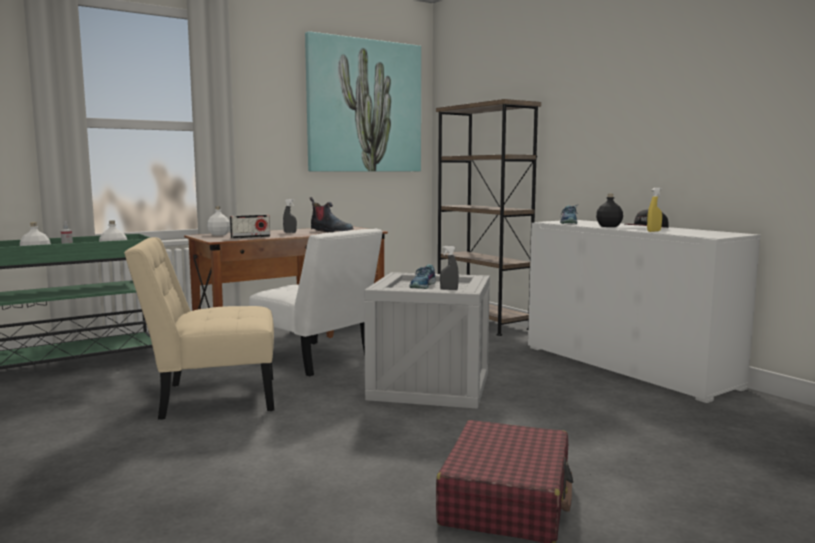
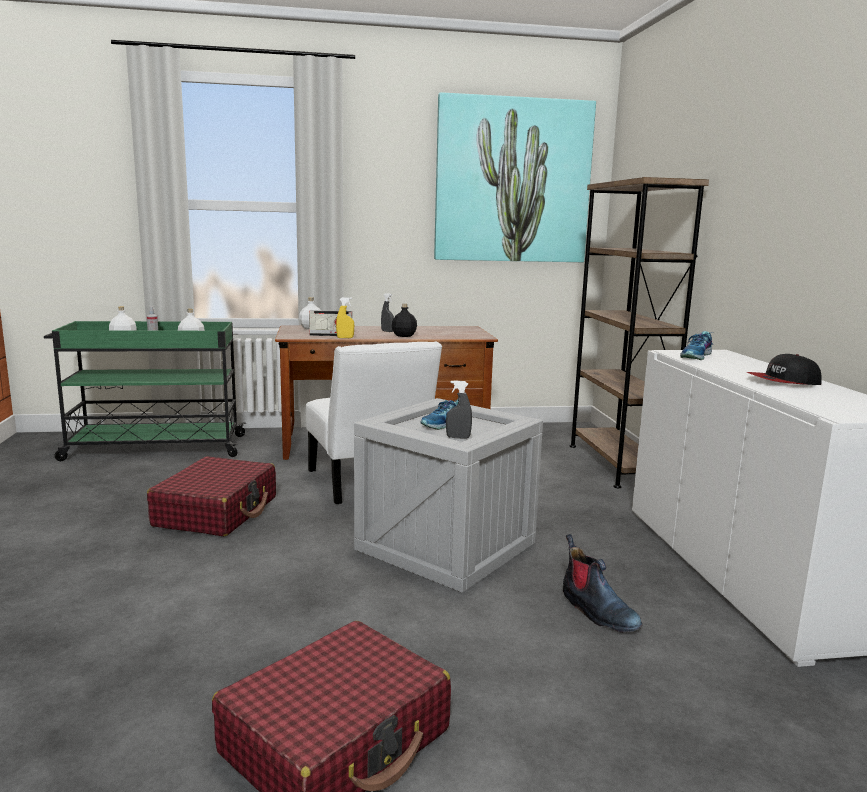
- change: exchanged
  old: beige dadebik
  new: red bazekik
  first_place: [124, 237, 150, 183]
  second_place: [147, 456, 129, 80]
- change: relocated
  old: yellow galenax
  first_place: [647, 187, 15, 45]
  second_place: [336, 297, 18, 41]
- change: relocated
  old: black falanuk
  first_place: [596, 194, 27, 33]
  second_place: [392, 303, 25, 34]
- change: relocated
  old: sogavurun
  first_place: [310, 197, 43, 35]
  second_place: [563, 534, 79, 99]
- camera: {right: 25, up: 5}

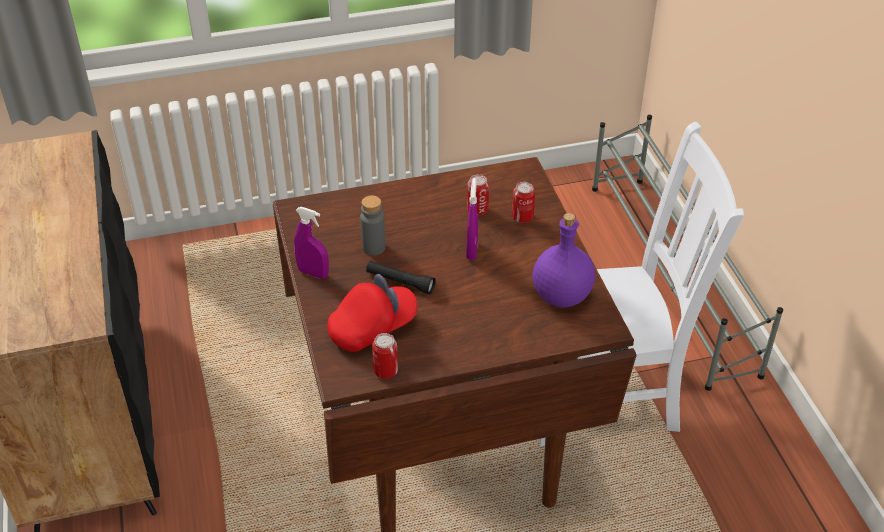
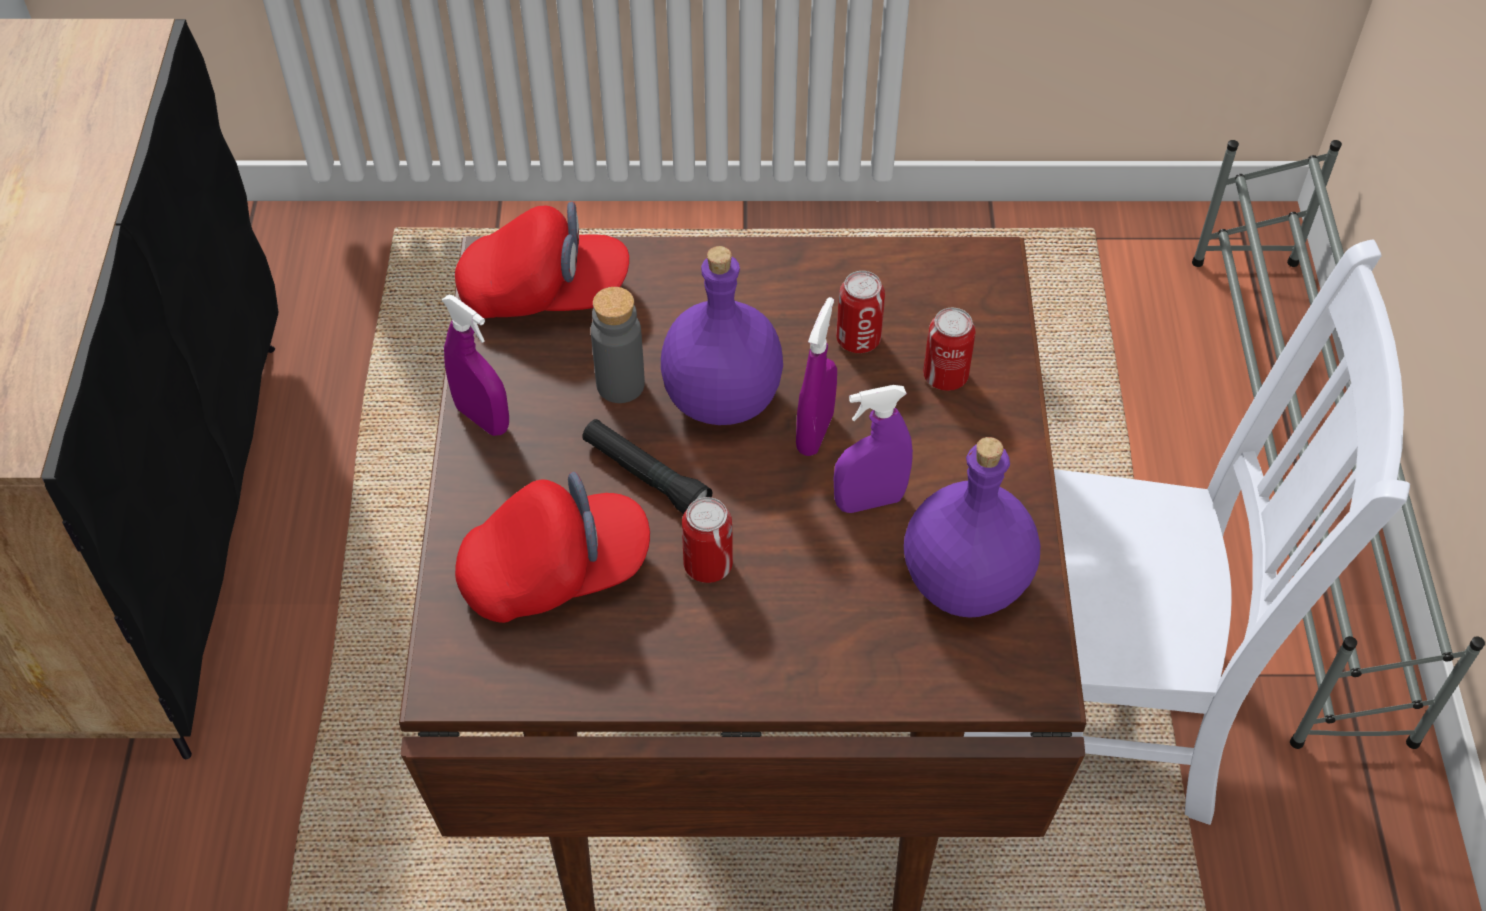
- change: appeared
  new: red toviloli
  second_place: [455, 202, 174, 116]
- change: appeared
  new: purple falanuk
  second_place: [661, 246, 122, 179]
- change: relocated
  old: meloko
  first_place: [372, 333, 26, 46]
  second_place: [682, 497, 51, 86]
- change: appeared
  new: purple galenax
  second_place: [833, 385, 80, 128]
- camera: {right: 15, up: 10}

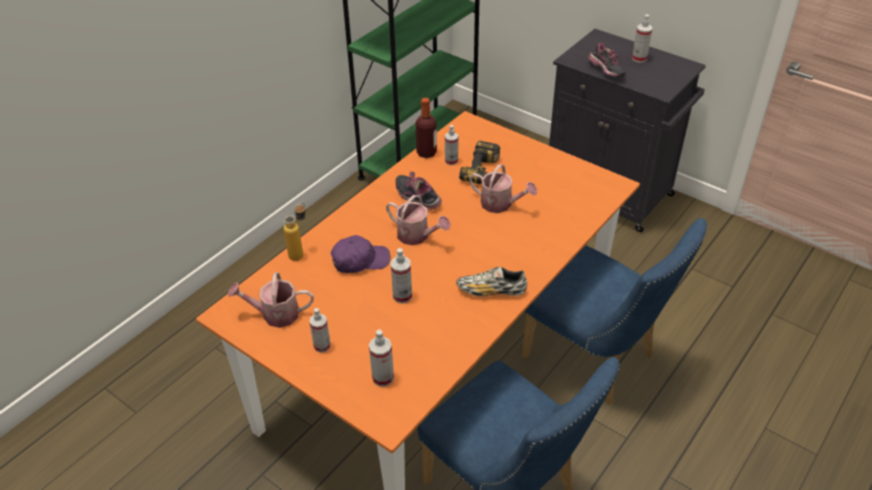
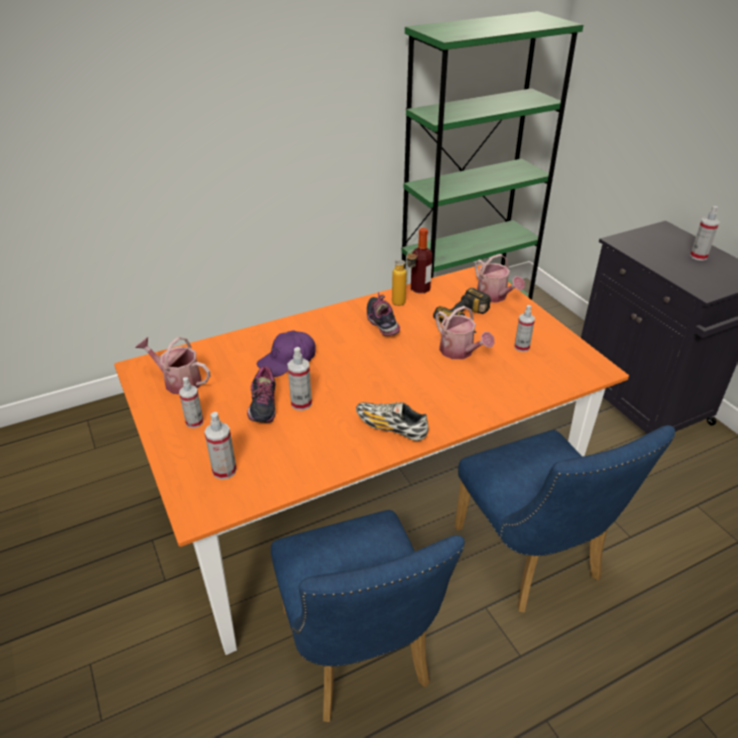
- change: relocated
  old: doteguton
  first_place: [588, 43, 38, 34]
  second_place: [247, 366, 29, 57]
- change: spun
  old: purple toviloli
  first_place: [331, 235, 59, 38]
  second_place: [256, 330, 59, 47]
  degrees: 135
- change: relocated
  old: falanuk
  first_place: [284, 203, 22, 58]
  second_place: [392, 250, 26, 56]
- change: relocated
  old: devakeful
  first_place: [386, 195, 65, 50]
  second_place: [475, 254, 50, 49]
- change: relocated
  old: galenax
  first_place: [445, 125, 13, 40]
  second_place: [515, 305, 20, 47]
- camera: {right: 25, up: -5}

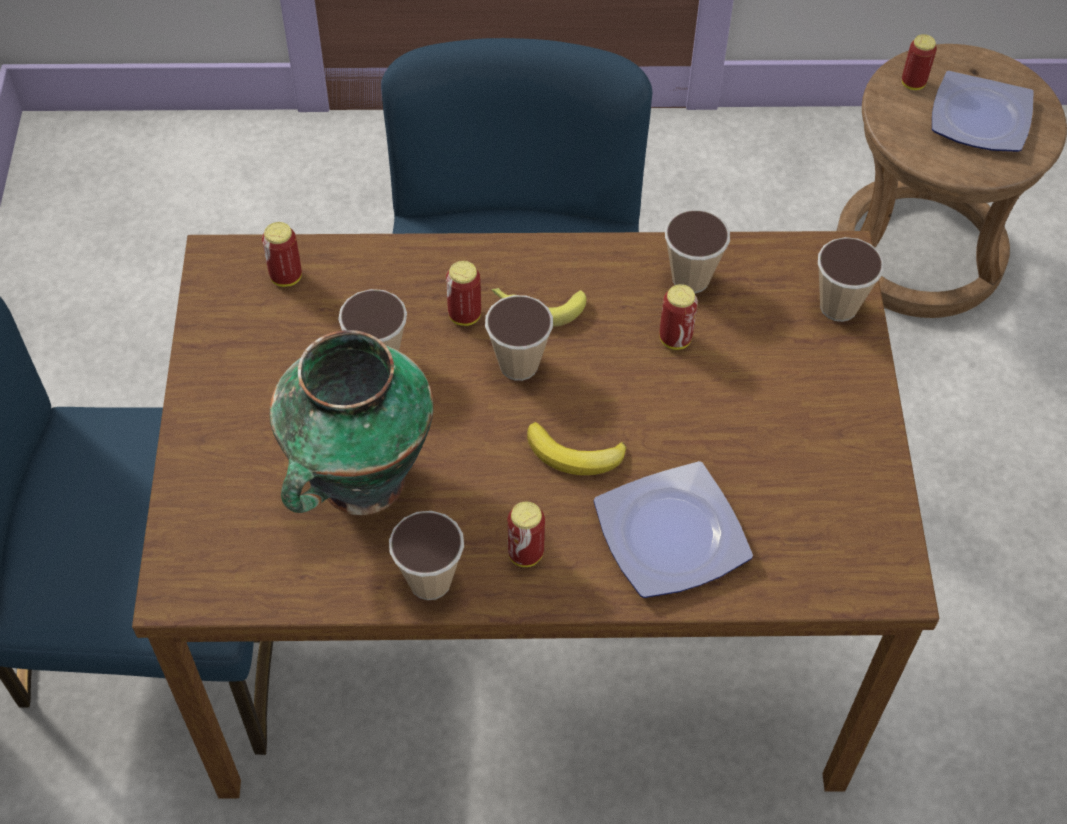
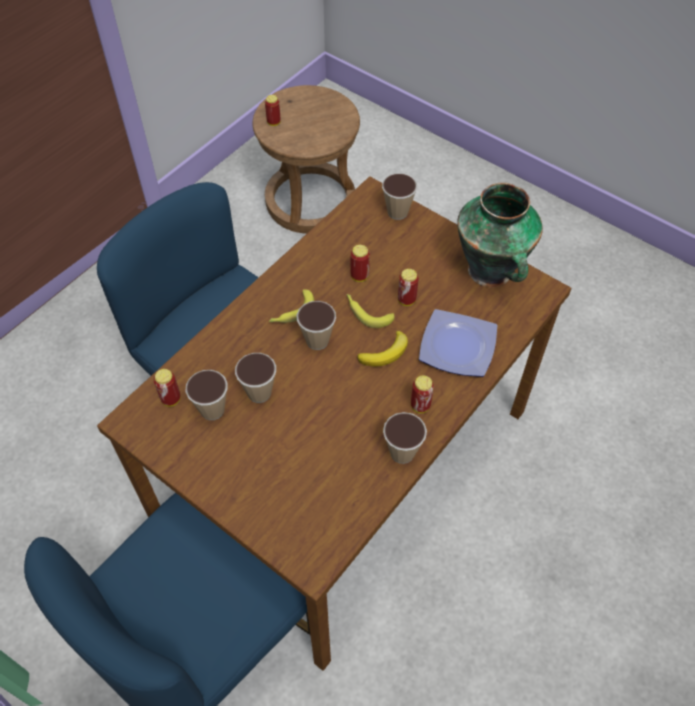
- change: relocated
  old: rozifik
  first_place: [665, 210, 65, 83]
  second_place: [185, 370, 43, 50]
- change: appeared
  new: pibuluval
  second_place: [346, 294, 49, 34]
- change: relocated
  old: meloko
  first_place: [446, 261, 35, 65]
  second_place: [398, 269, 21, 37]
- change: relocated
  old: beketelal
  first_place: [269, 330, 165, 185]
  second_place: [457, 183, 86, 104]
- change: missing
  old: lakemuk
  first_place: [932, 71, 102, 81]
- camera: {right: -50, up: 0}

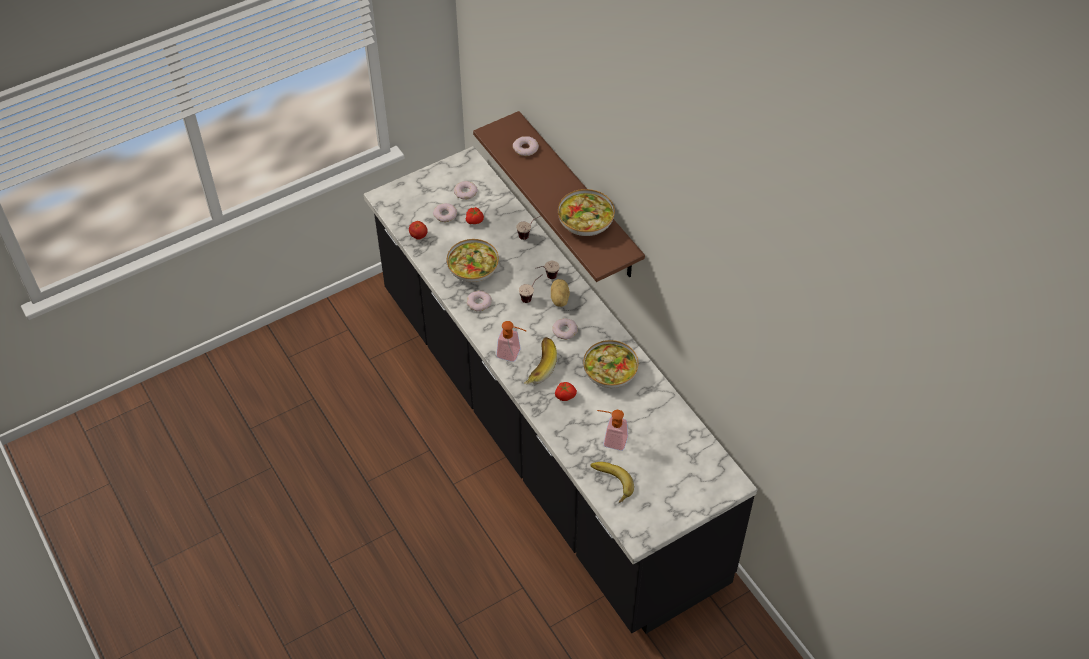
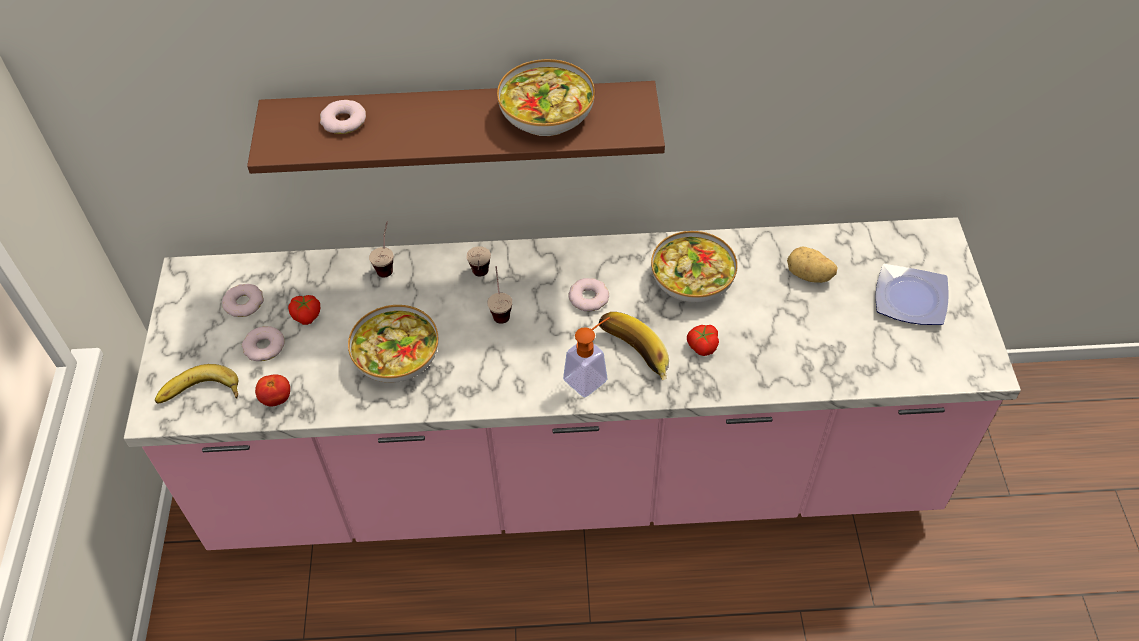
- change: colour
  old: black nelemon
  new: pink nelemon
  first_place: [364, 146, 393, 488]
  second_place: [124, 217, 897, 333]
- change: relocated
  old: pibuluval
  first_place: [590, 462, 44, 41]
  second_place: [155, 364, 83, 40]
- change: relocated
  old: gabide
  first_place: [551, 279, 19, 28]
  second_place: [787, 247, 51, 36]
- change: appeared
  new: lakemuk
  second_place: [875, 264, 74, 61]
- change: missing
  old: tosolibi
  first_place: [467, 290, 25, 21]
- change: missing
  old: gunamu
  first_place: [597, 410, 31, 41]
- camera: {right: -60, up: 0}

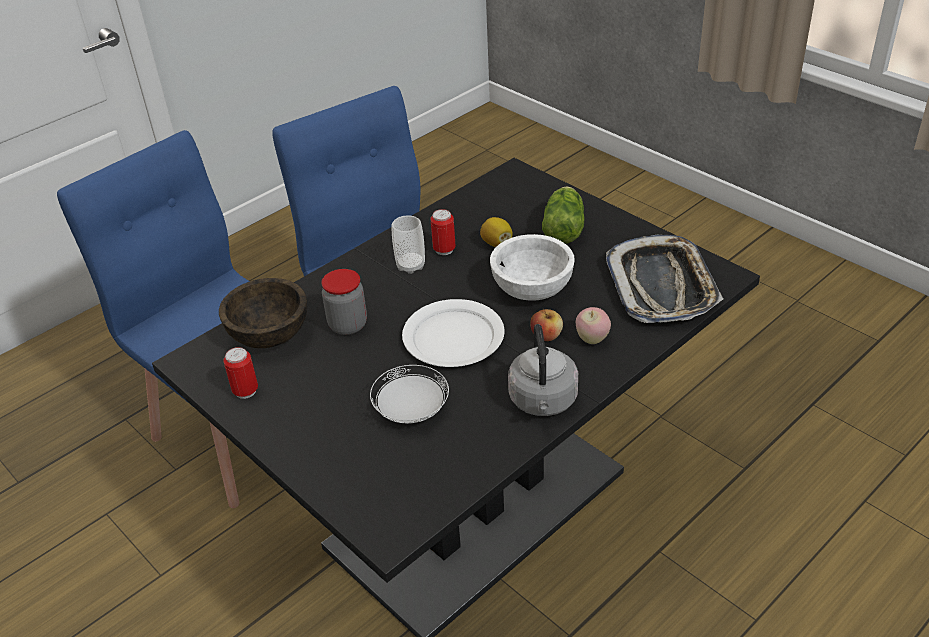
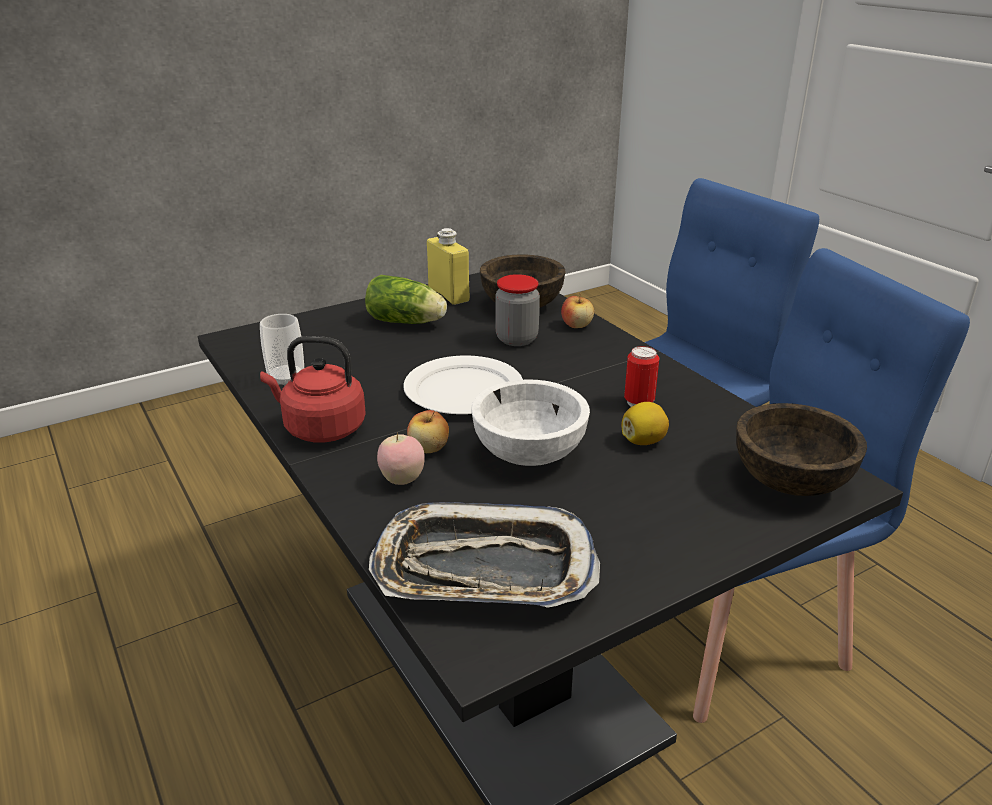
- change: relocated
  old: rozifik
  first_place: [392, 215, 33, 59]
  second_place: [260, 314, 44, 72]
- change: colour
  old: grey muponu
  new: red muponu
  first_place: [508, 324, 70, 92]
  second_place: [260, 336, 106, 107]
- change: relocated
  old: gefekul
  first_place: [542, 187, 43, 57]
  second_place: [365, 275, 82, 49]
- change: exchanged
  old: meloko
  new: yellow falanuk
  first_place: [223, 347, 35, 52]
  second_place: [427, 228, 43, 77]
- change: appeared
  new: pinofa
  second_place: [561, 296, 33, 32]
- change: appeared
  new: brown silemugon
  second_place: [736, 403, 131, 93]
- change: missing
  old: white lakemuk
  first_place: [370, 365, 79, 58]
- camera: {right: 100, up: -10}

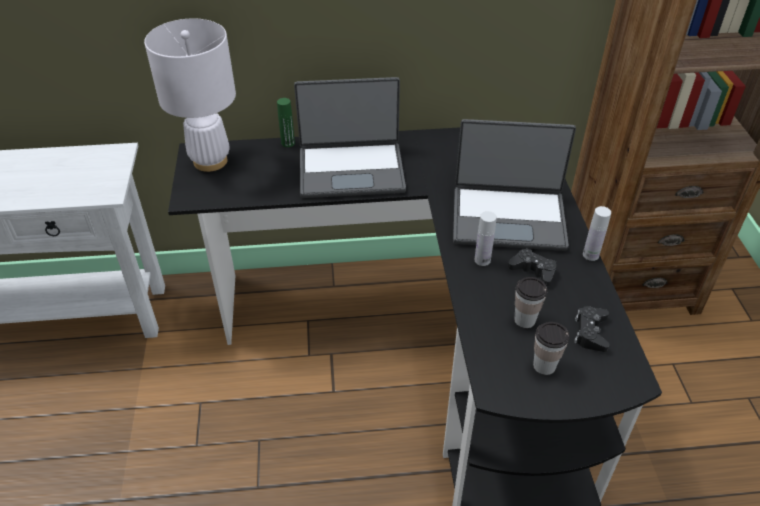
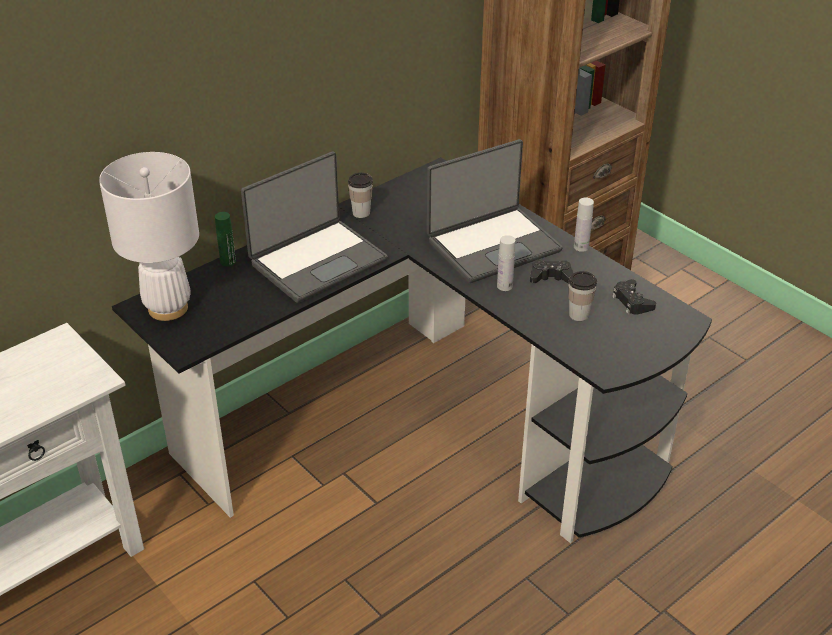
- change: relocated
  old: rozifik
  first_place: [533, 322, 37, 53]
  second_place: [348, 173, 25, 45]
- camera: {right: -35, up: -5}

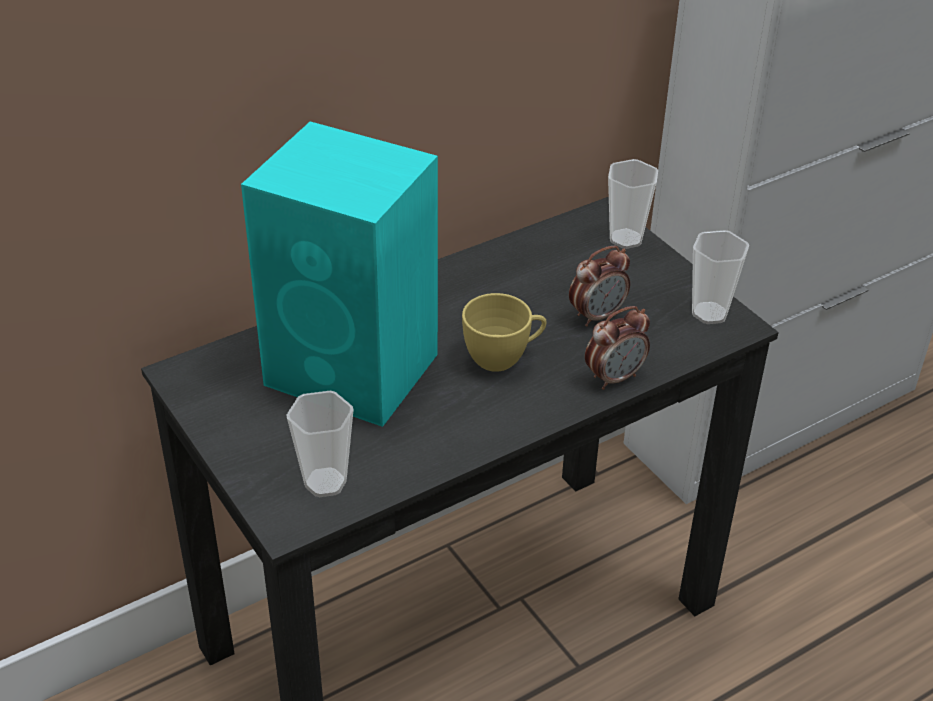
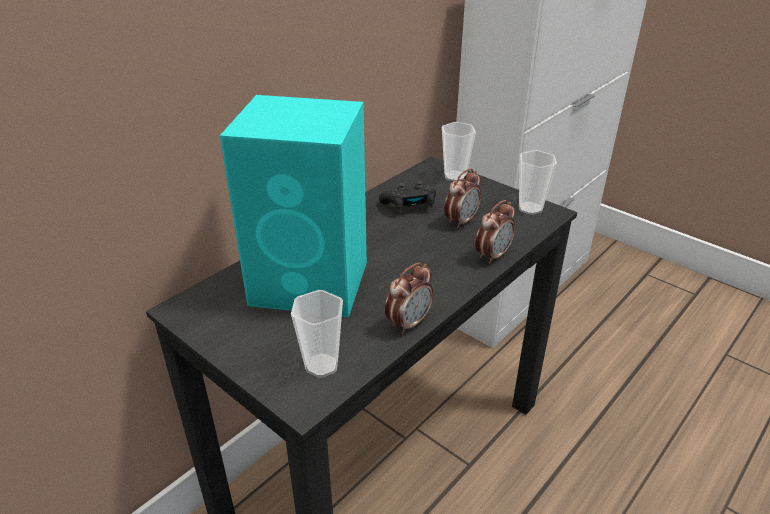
- change: appeared
  new: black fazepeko
  second_place: [379, 181, 57, 31]
- change: appeared
  new: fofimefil
  second_place: [385, 262, 48, 73]
- change: missing
  old: yellow rozifik
  first_place: [462, 293, 85, 79]
- camera: {right: -15, up: -5}

